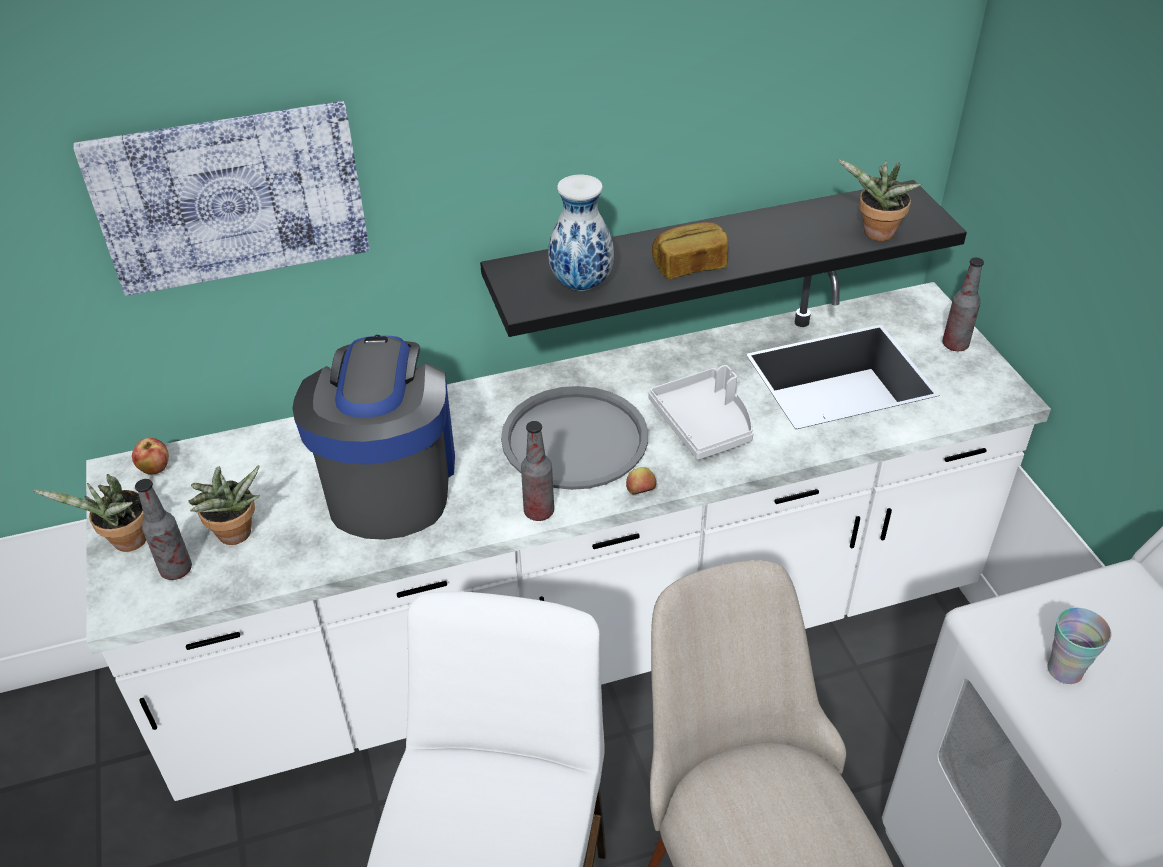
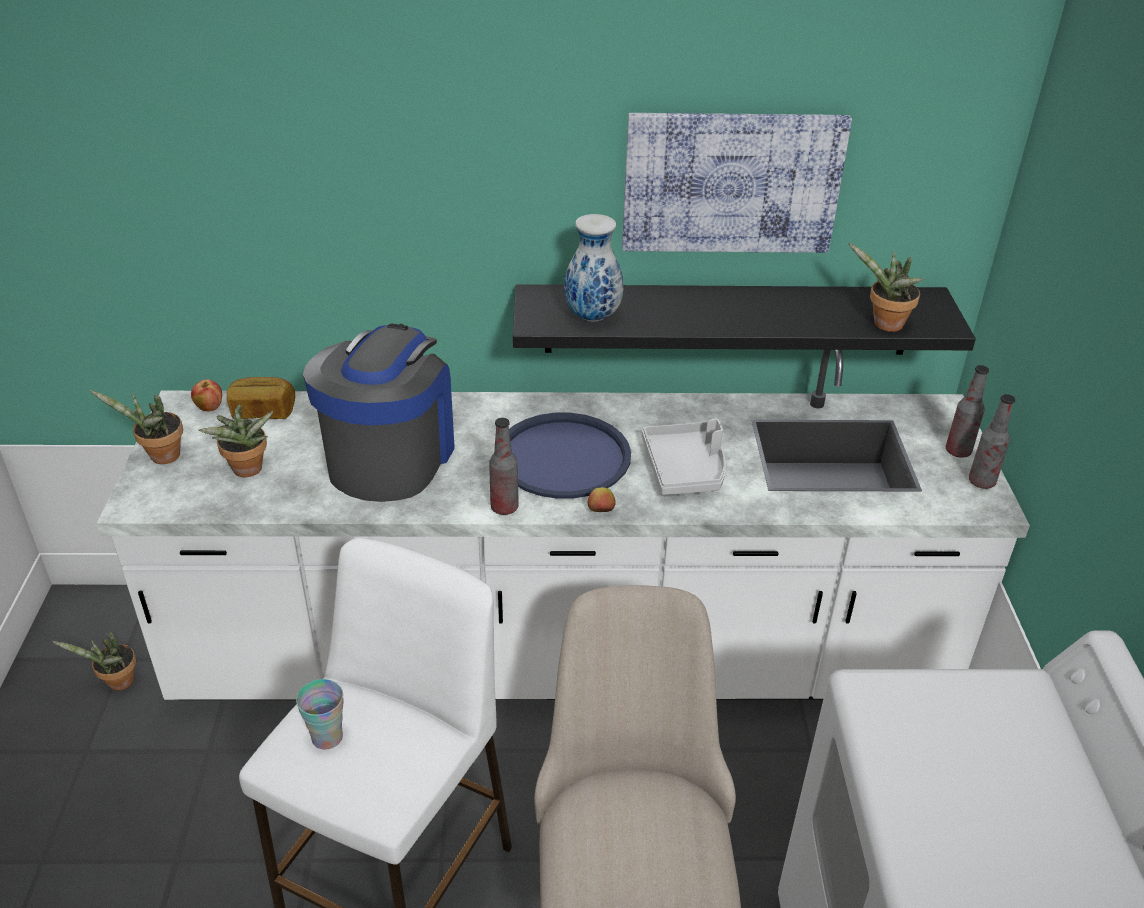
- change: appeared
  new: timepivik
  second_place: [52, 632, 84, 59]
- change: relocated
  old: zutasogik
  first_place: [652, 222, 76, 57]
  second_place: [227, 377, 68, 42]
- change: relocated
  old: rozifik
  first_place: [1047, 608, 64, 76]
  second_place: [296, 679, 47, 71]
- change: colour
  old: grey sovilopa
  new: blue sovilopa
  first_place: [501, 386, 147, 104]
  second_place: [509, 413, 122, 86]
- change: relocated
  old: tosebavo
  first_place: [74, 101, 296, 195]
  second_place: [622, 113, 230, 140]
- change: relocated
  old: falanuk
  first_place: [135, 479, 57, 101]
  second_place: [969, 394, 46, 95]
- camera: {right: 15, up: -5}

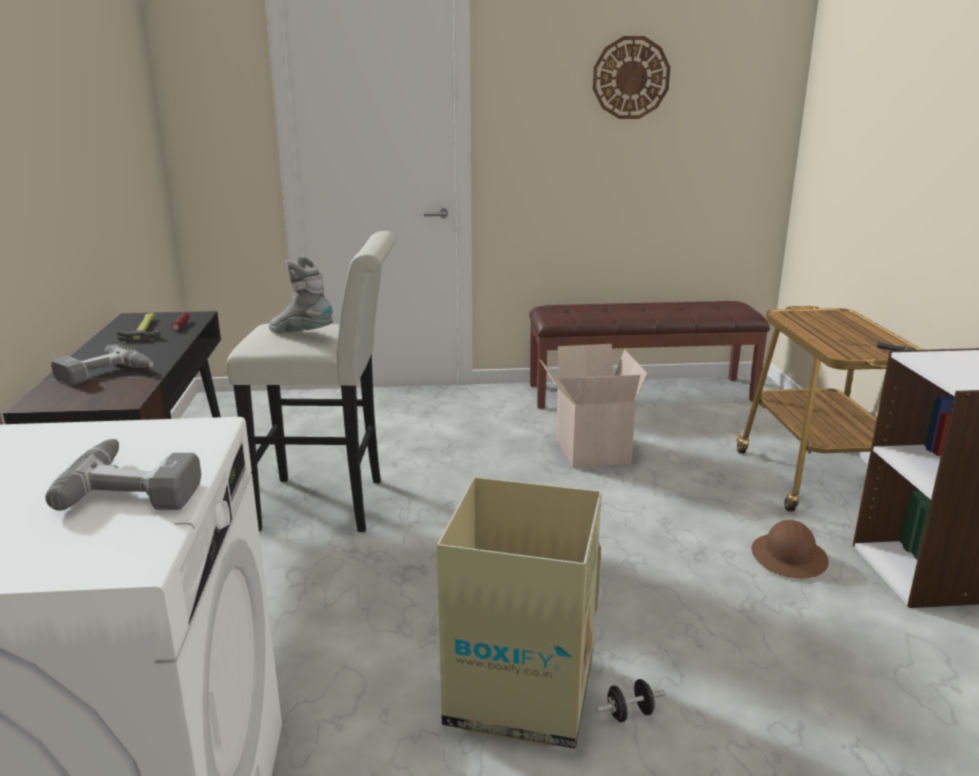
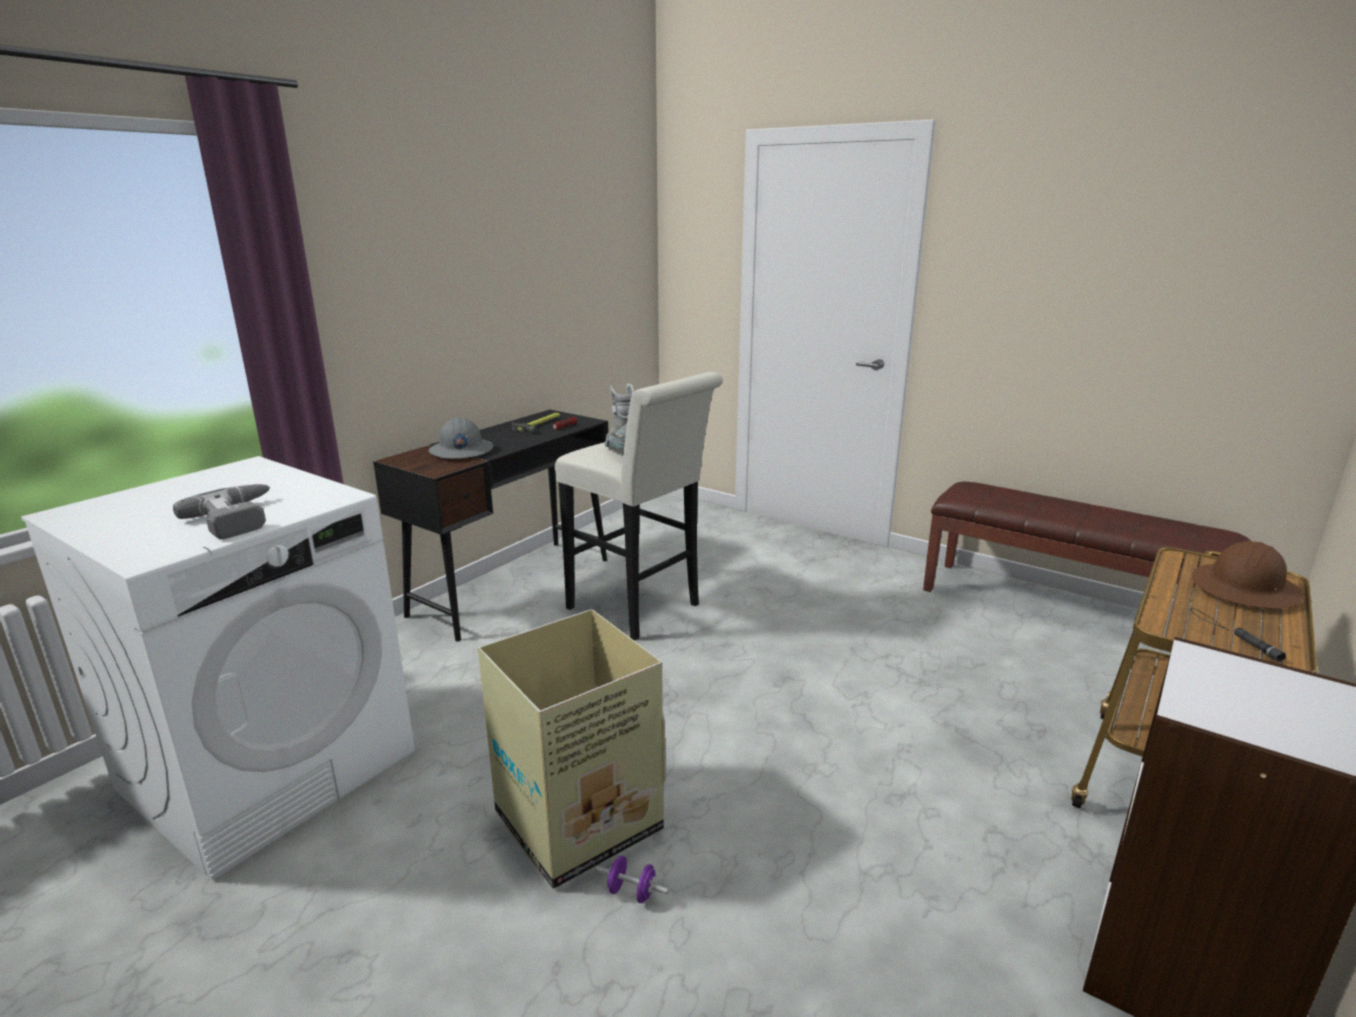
- change: exchanged
  old: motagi
  new: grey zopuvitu
  first_place: [51, 344, 102, 41]
  second_place: [429, 417, 64, 41]
- change: colour
  old: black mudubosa
  new: purple mudubosa
  first_place: [596, 679, 70, 43]
  second_place: [595, 856, 74, 47]
- change: relocated
  old: brown zopuvitu
  first_place: [752, 520, 77, 58]
  second_place: [1192, 541, 112, 67]
- change: missing
  old: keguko
  first_place: [540, 344, 108, 124]
- change: missing
  old: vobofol
  first_place: [593, 36, 77, 83]
- camera: {right: 40, up: 0}

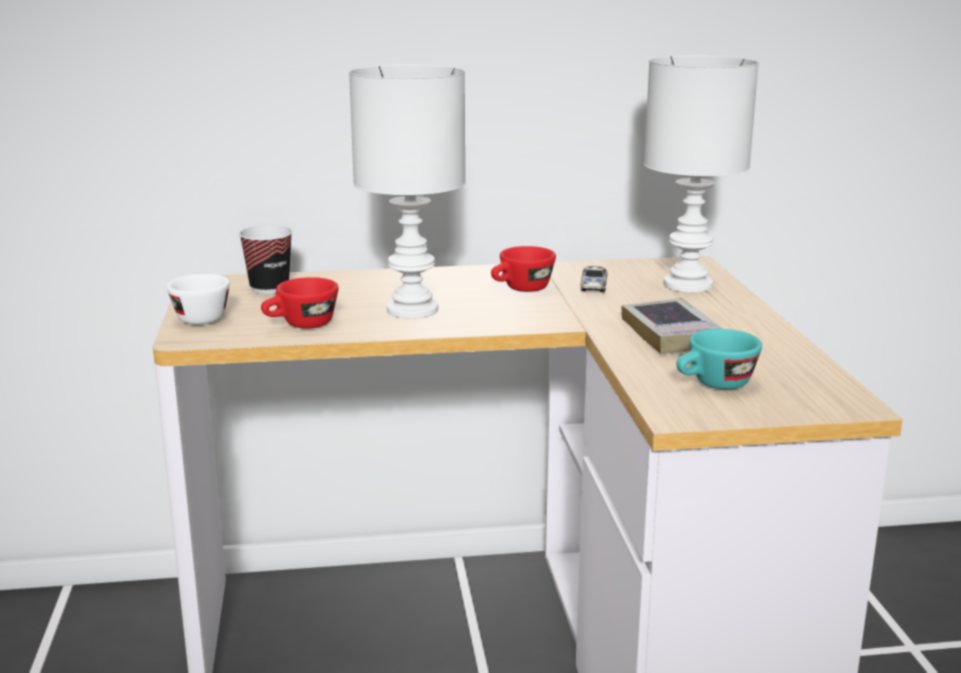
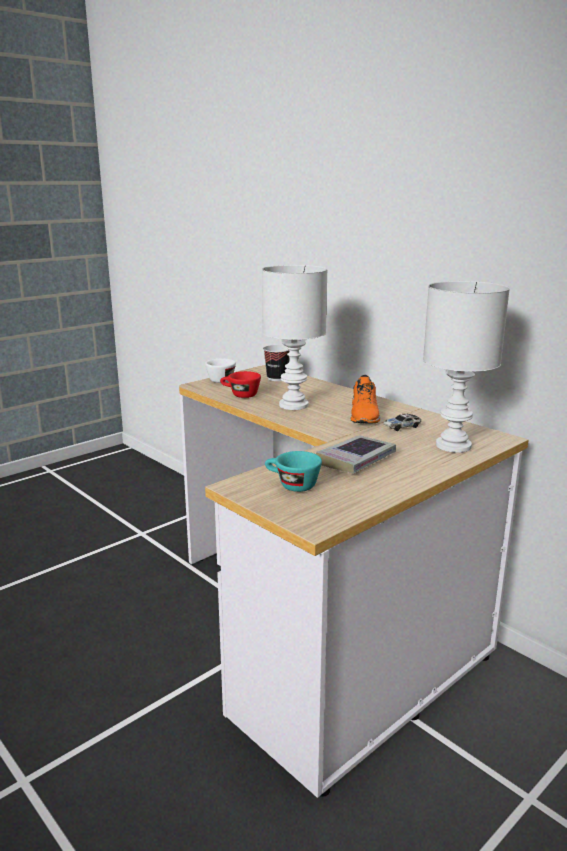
- change: exchanged
  old: red rozifik
  new: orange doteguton
  first_place: [491, 246, 65, 46]
  second_place: [351, 375, 29, 49]
- camera: {right: 55, up: 0}

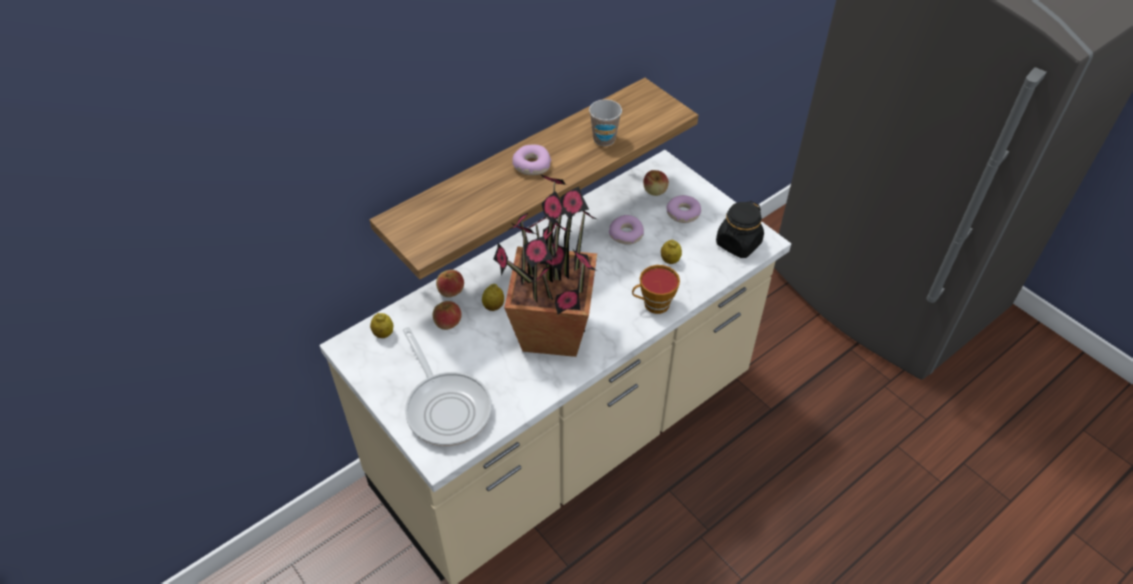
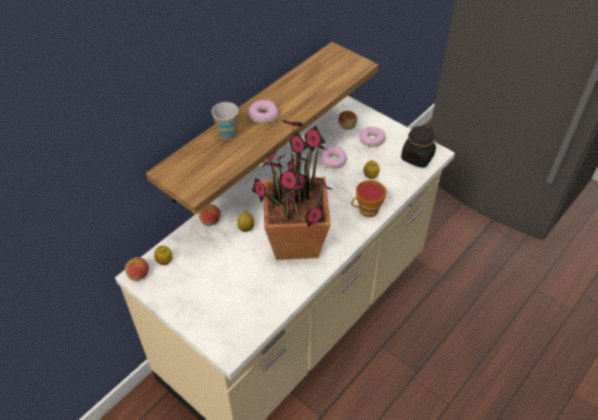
- change: relocated
  old: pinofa
  first_place: [433, 301, 28, 29]
  second_place: [125, 257, 24, 24]
- change: relocated
  old: rozifik
  first_place: [589, 99, 33, 47]
  second_place: [211, 102, 28, 38]
- change: missing
  old: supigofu
  first_place: [403, 327, 89, 119]
- camera: {right: -10, up: 0}

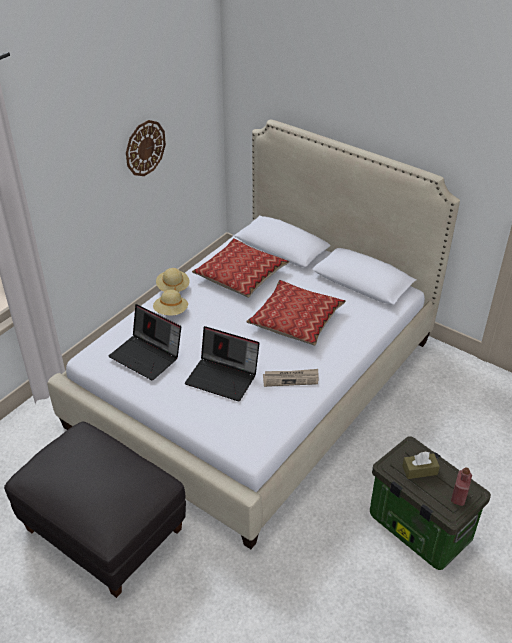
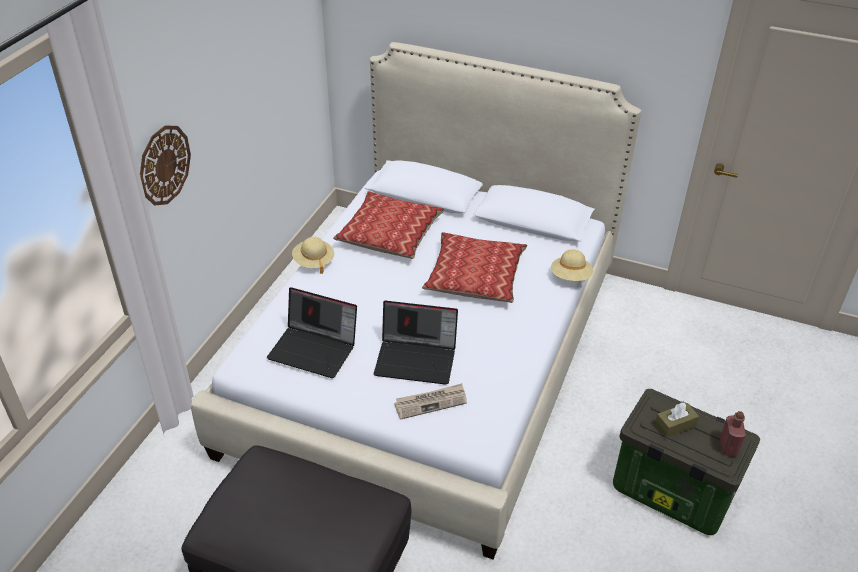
- change: relocated
  old: vobofol
  first_place: [126, 120, 40, 56]
  second_place: [140, 125, 51, 80]
- change: relocated
  old: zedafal
  first_place: [263, 369, 56, 18]
  second_place: [394, 383, 73, 37]
- change: relocated
  old: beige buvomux
  first_place: [153, 289, 35, 27]
  second_place: [551, 249, 42, 32]
- camera: {right: -15, up: 0}

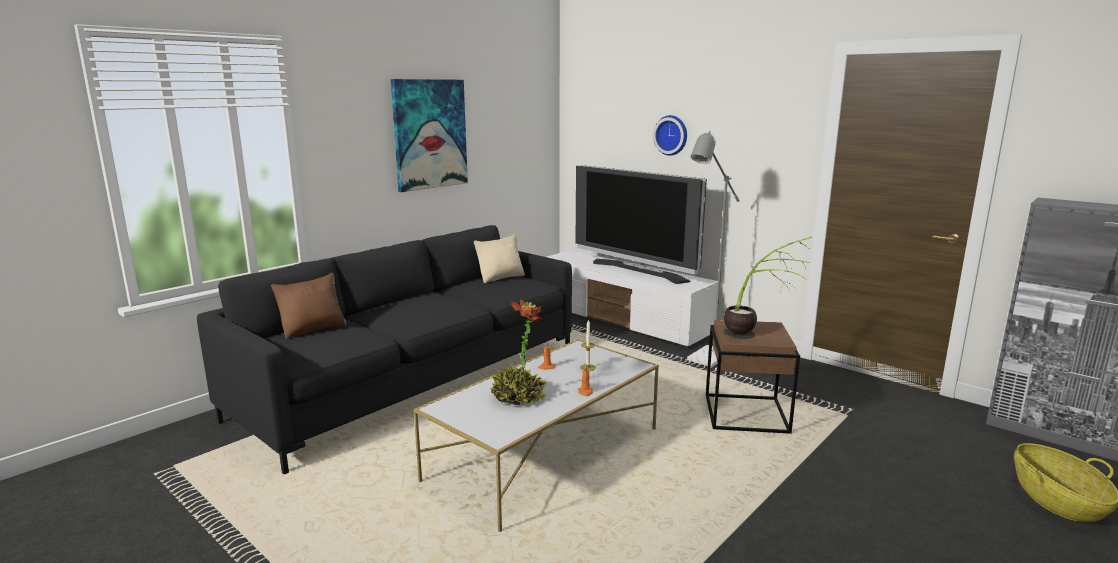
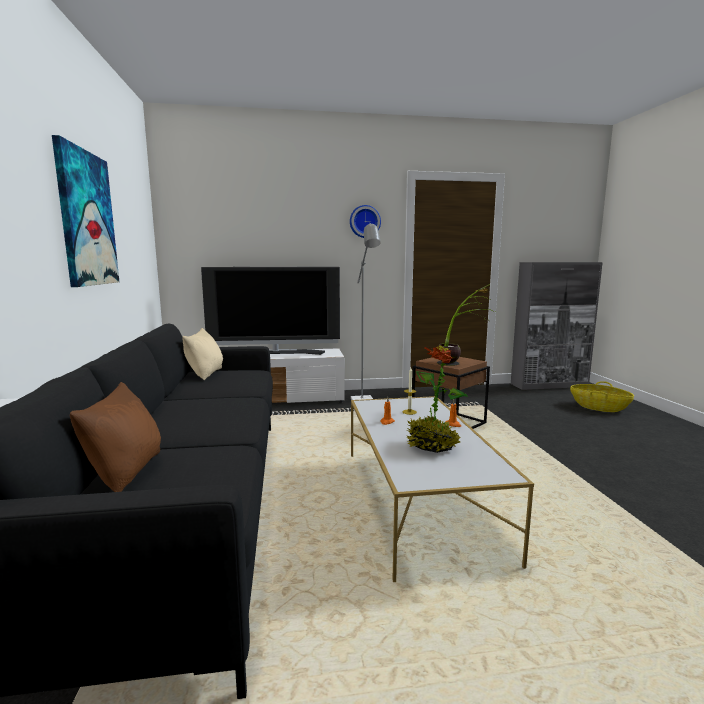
- change: relocated
  old: vobofol
  first_place: [653, 115, 34, 41]
  second_place: [350, 205, 31, 33]
- camera: {right: -50, up: -5}

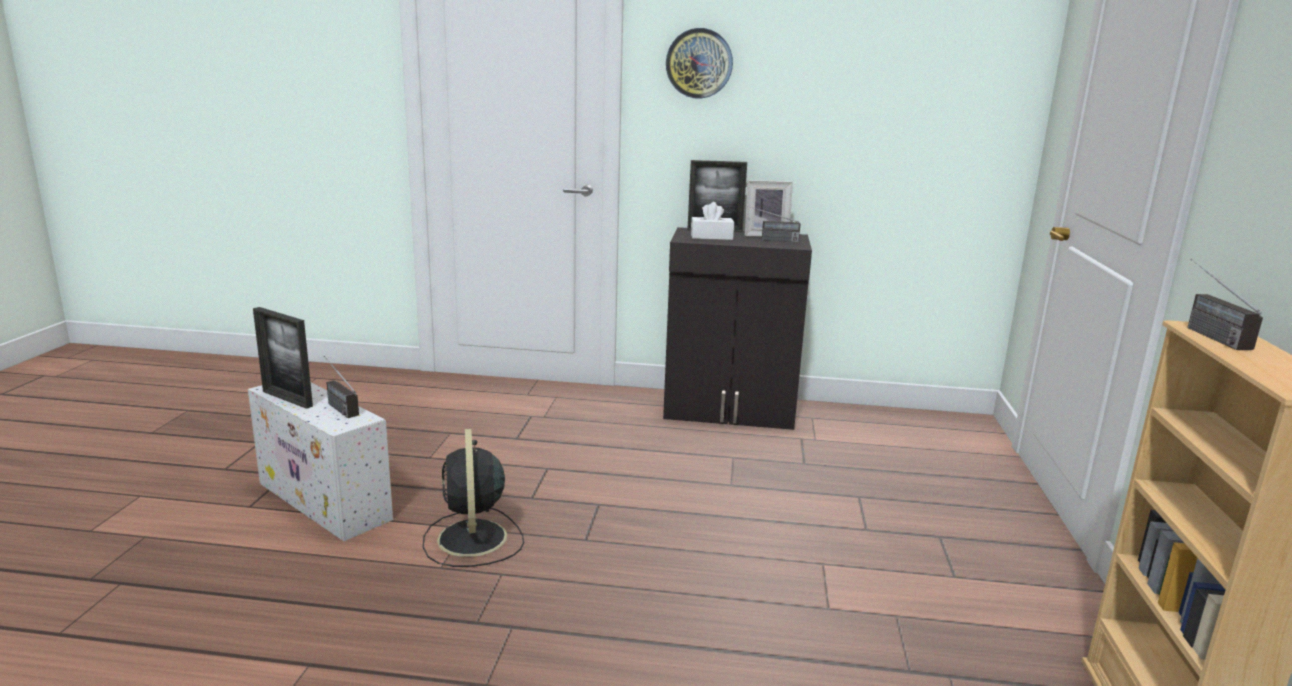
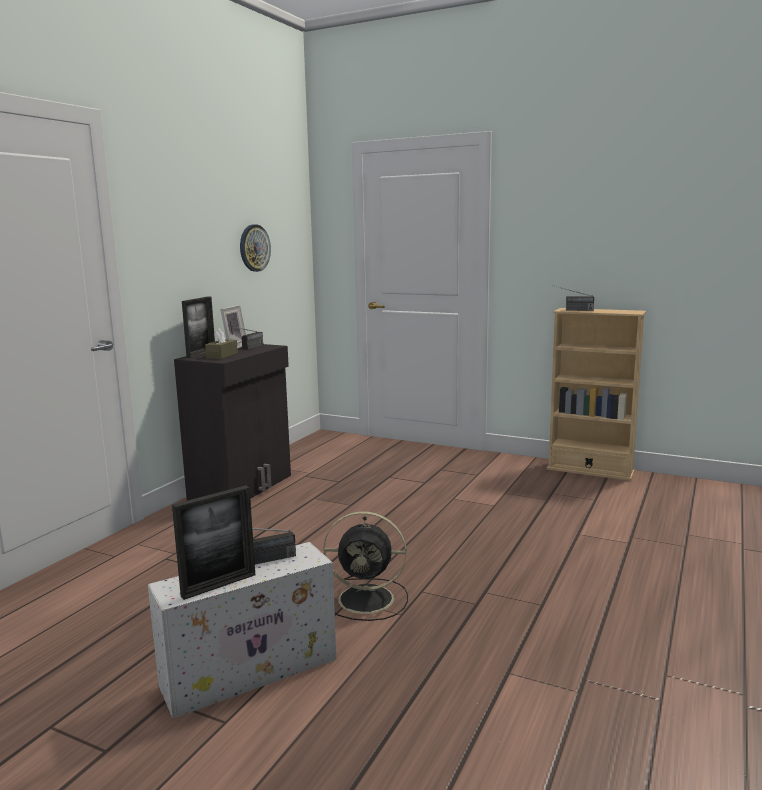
- change: colour
  old: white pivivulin
  new: brown pivivulin
  first_place: [691, 202, 43, 38]
  second_place: [205, 329, 33, 30]
- change: relocated
  old: vobofol
  first_place: [666, 28, 67, 71]
  second_place: [240, 224, 31, 48]
- camera: {right: -70, up: -5}

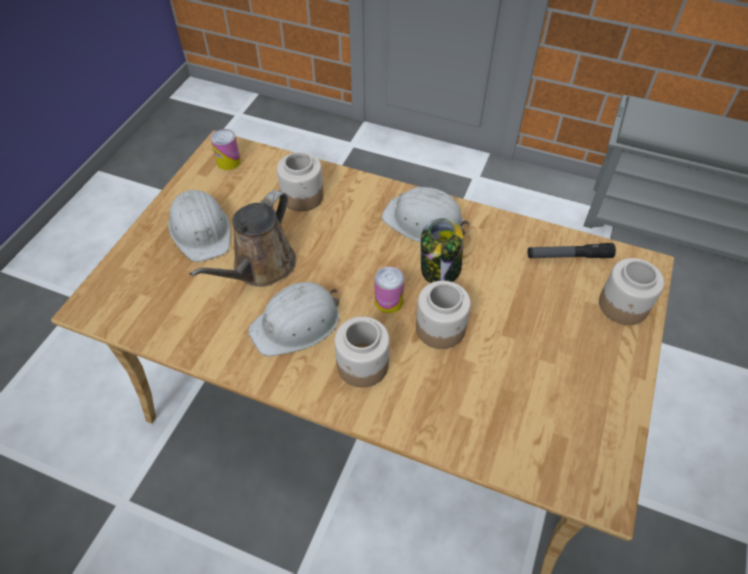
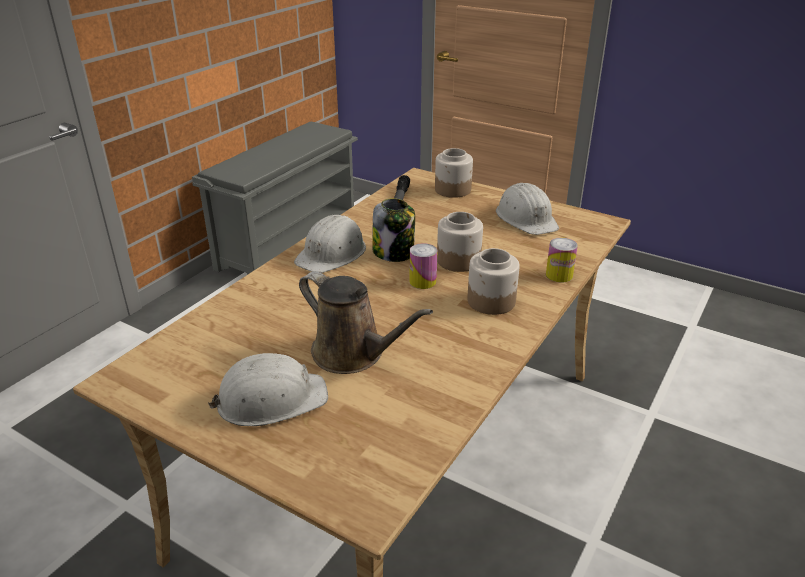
- change: relocated
  old: white zopuvitu
  first_place: [248, 282, 91, 75]
  second_place: [496, 183, 63, 52]
- change: relocated
  old: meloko
  first_place: [210, 129, 31, 41]
  second_place: [546, 238, 32, 44]
- change: missing
  old: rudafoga
  first_place: [277, 152, 47, 59]
- camera: {right: -80, up: -20}

